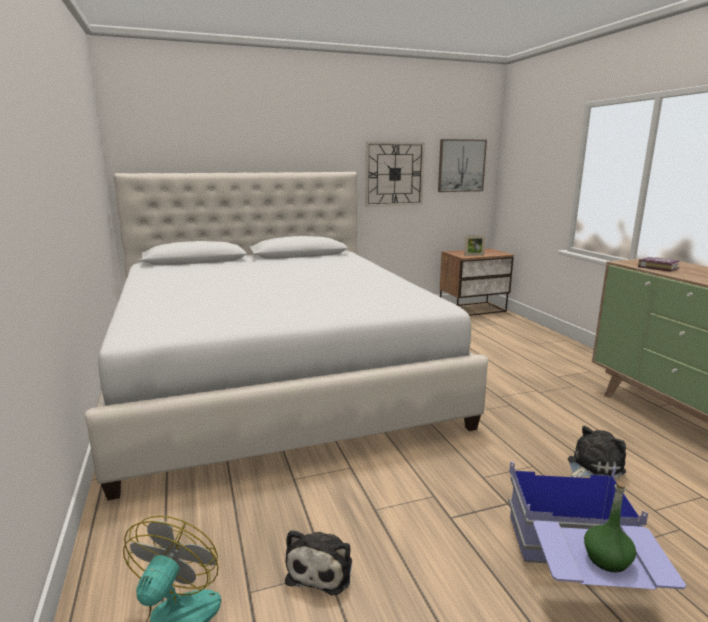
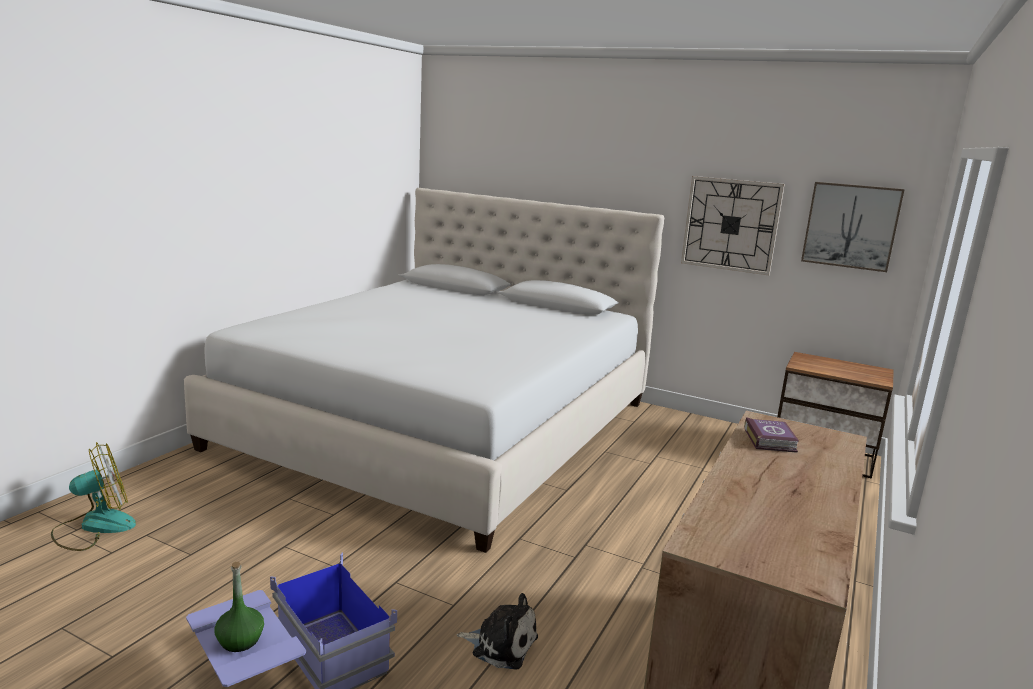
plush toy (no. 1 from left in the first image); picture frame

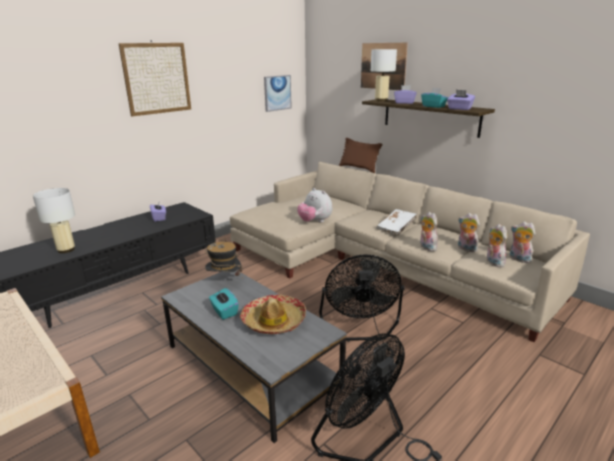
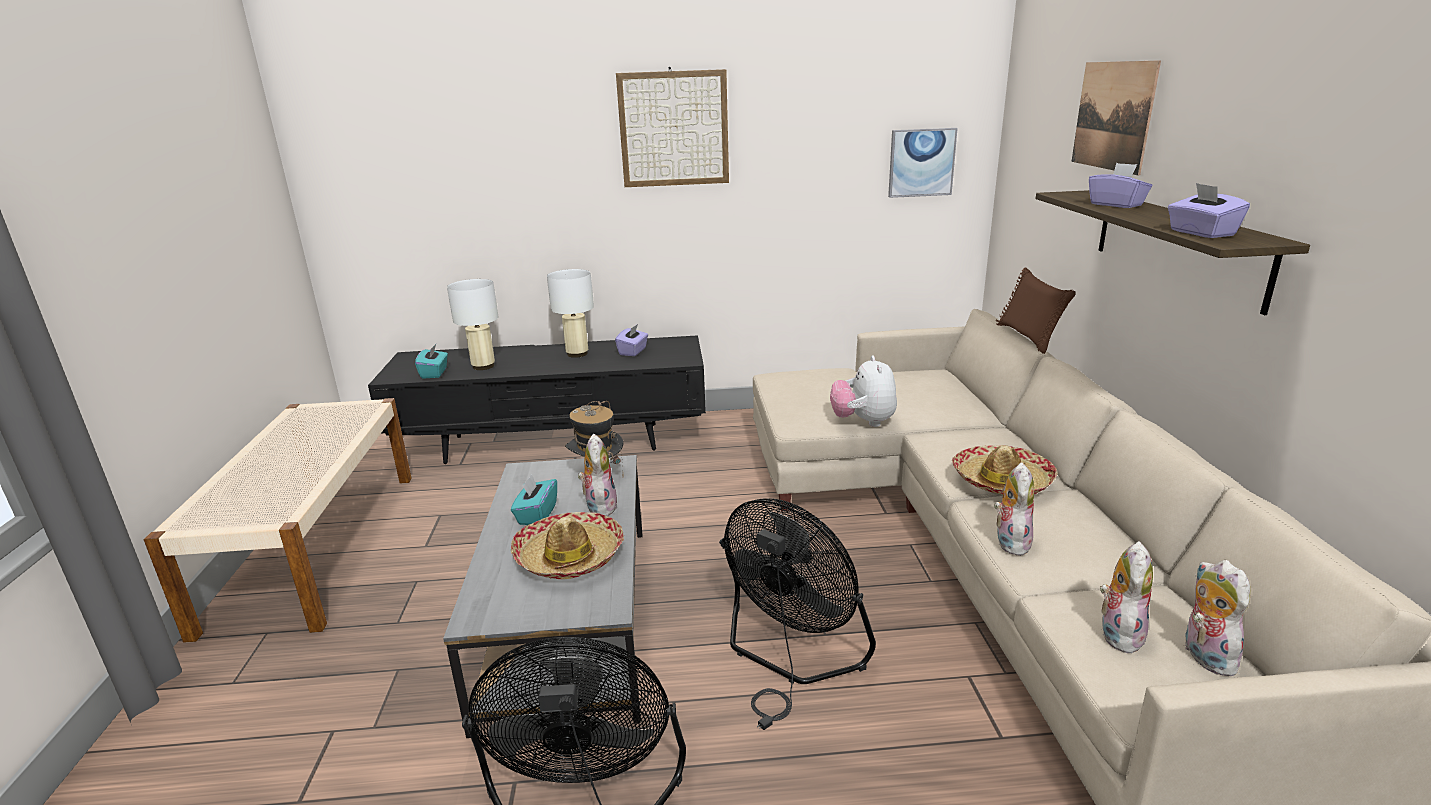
white table lamp (no. 2 from left); hat (no. 3 from left); turquoise tissue box (no. 1 from left); plush toy (no. 1 from left)

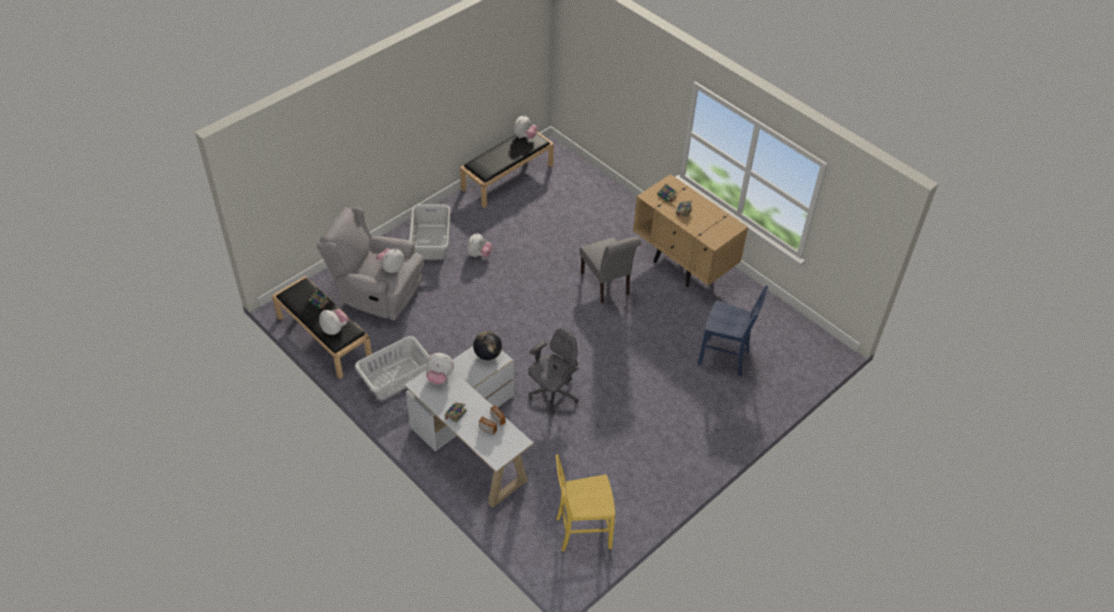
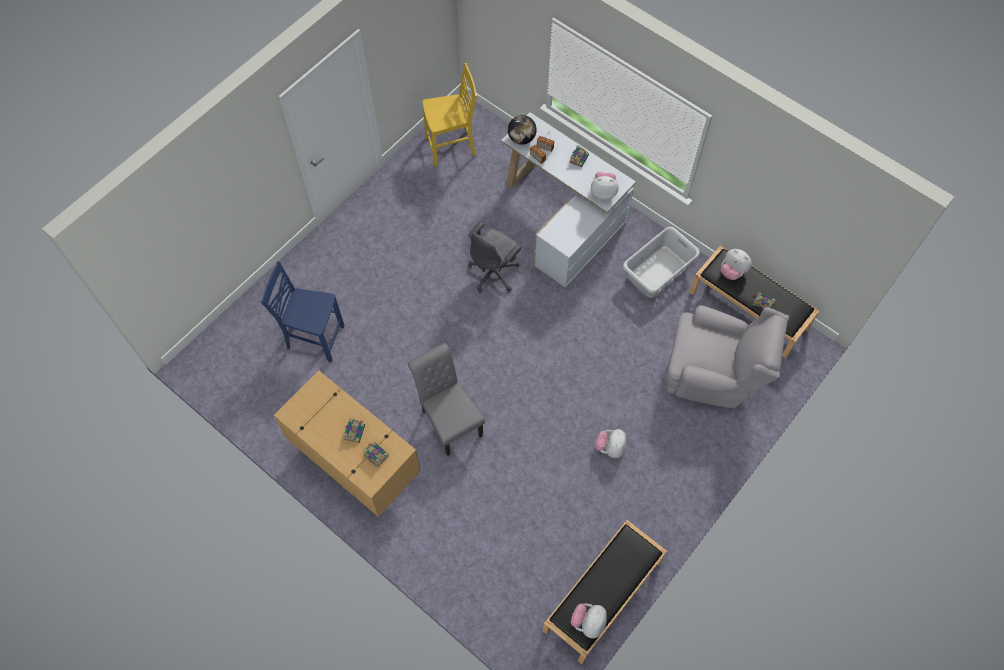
plush toy (no. 2 from left in the first image); grey laundry basket (no. 2 from left in the first image); globe

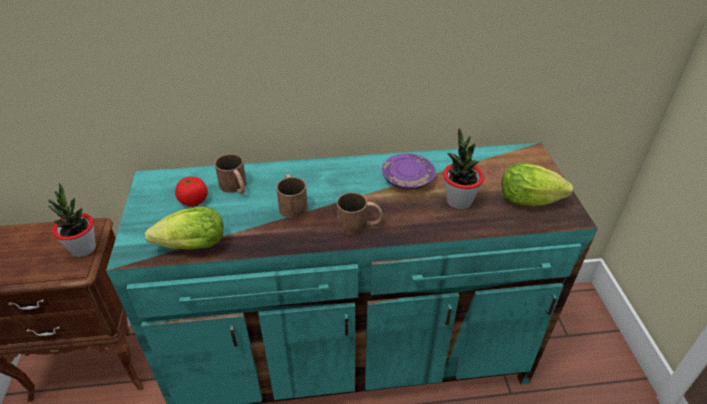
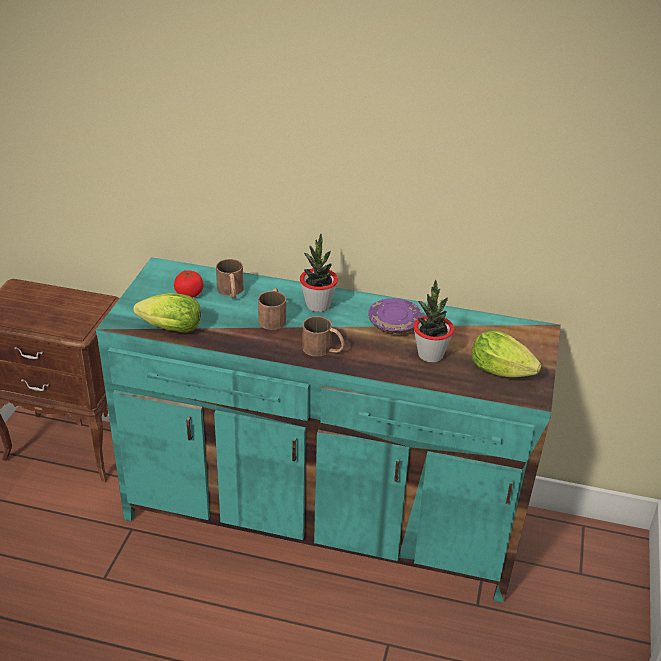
potted plant (no. 1 from left)

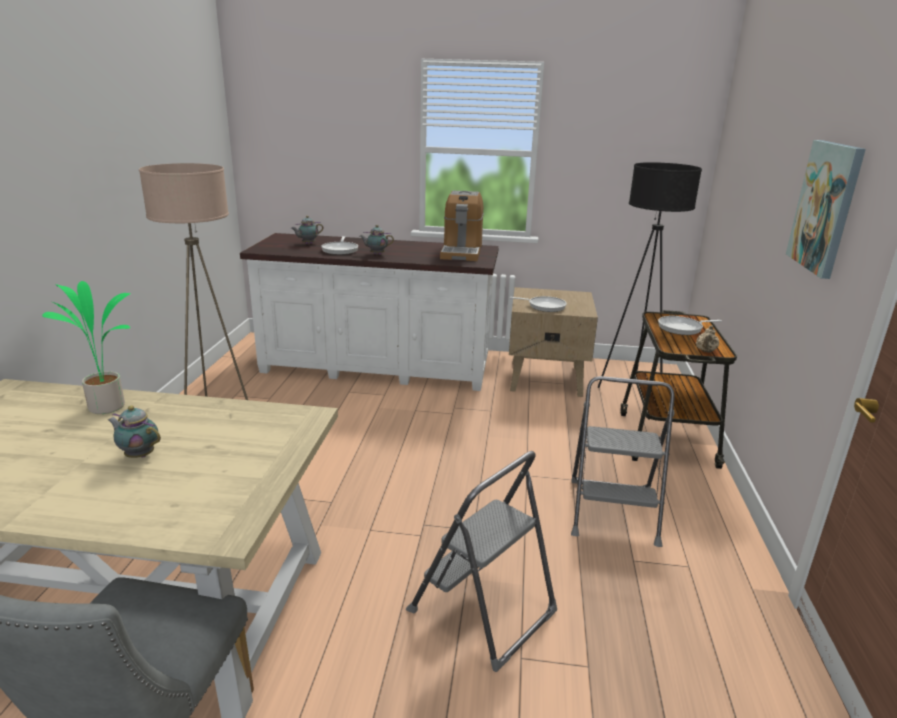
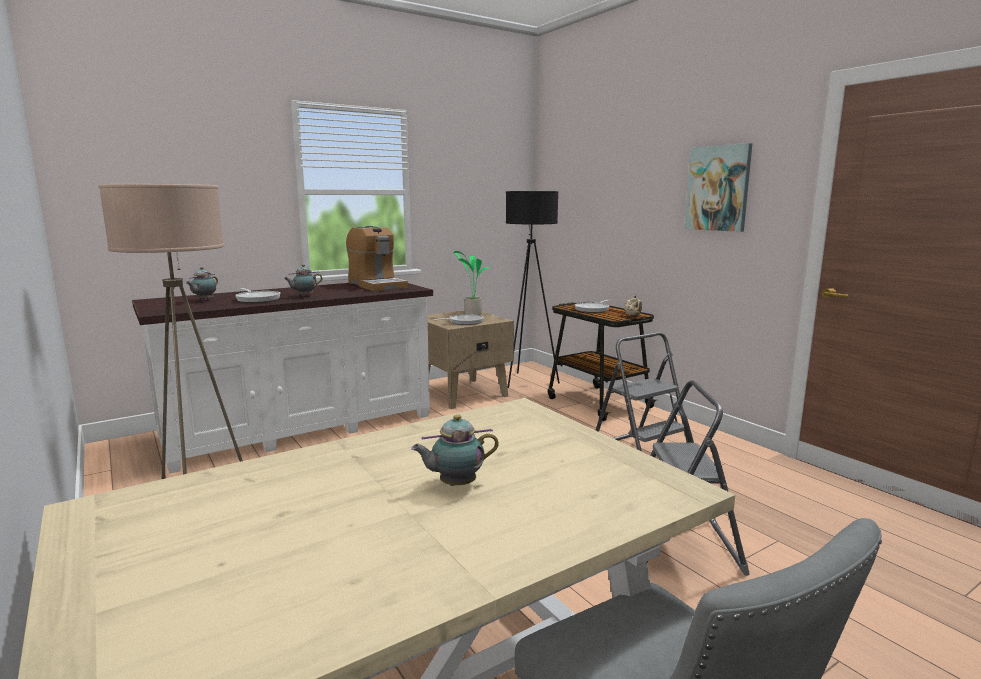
potted plant

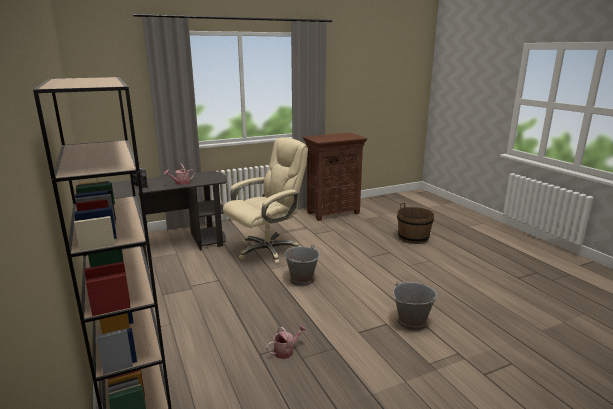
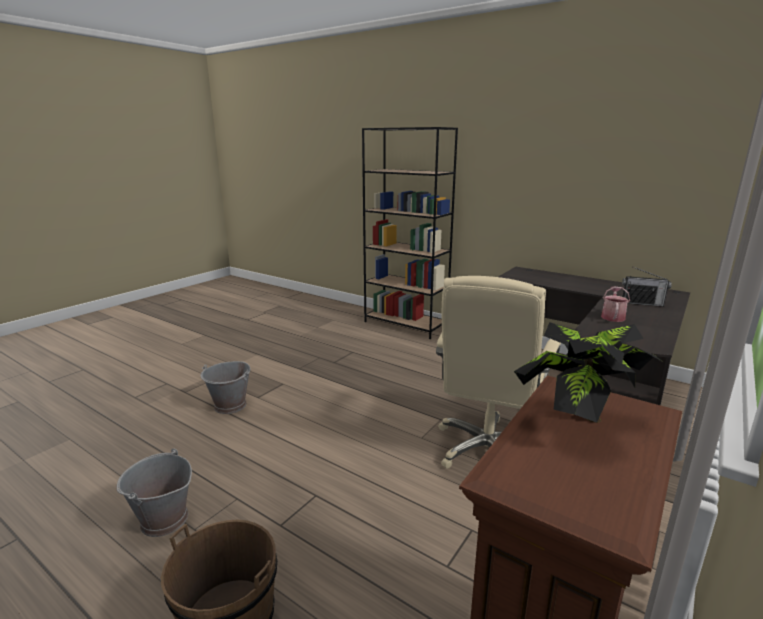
watering can (no. 2 from left in the first image); grey bucket (no. 1 from left); potted plant

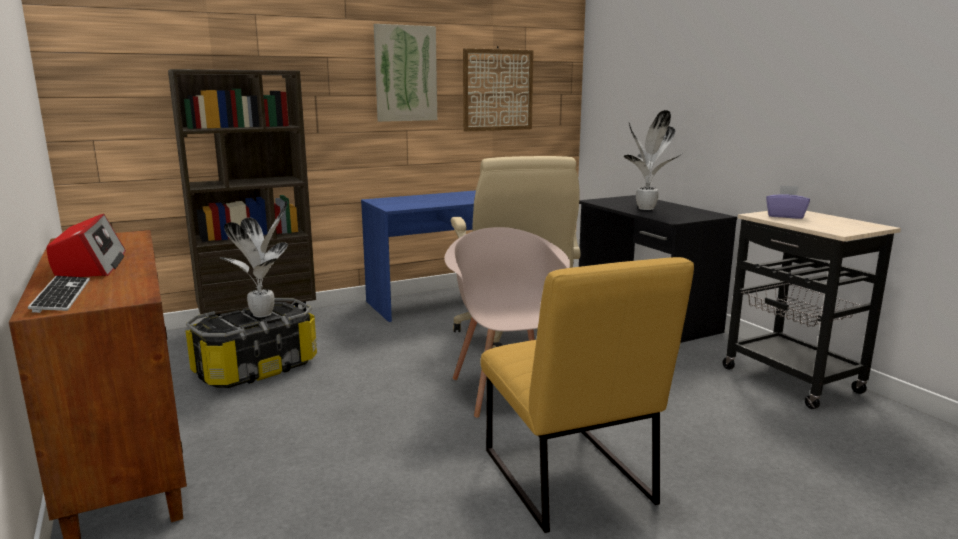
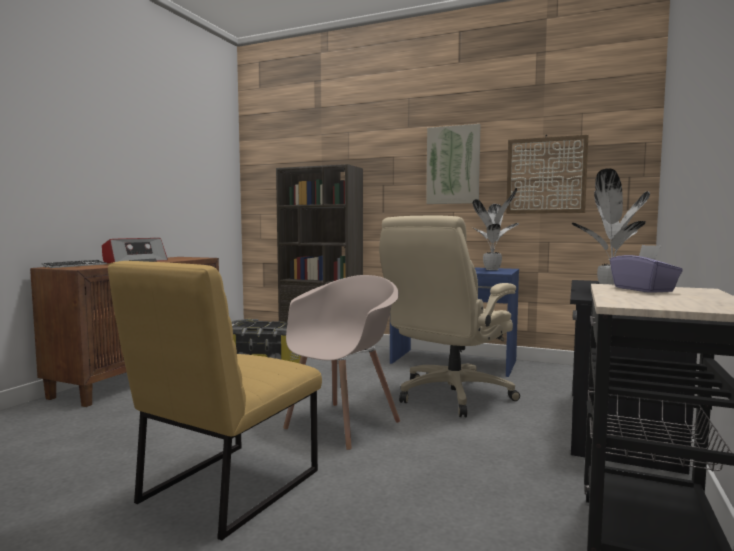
potted plant (no. 1 from left)

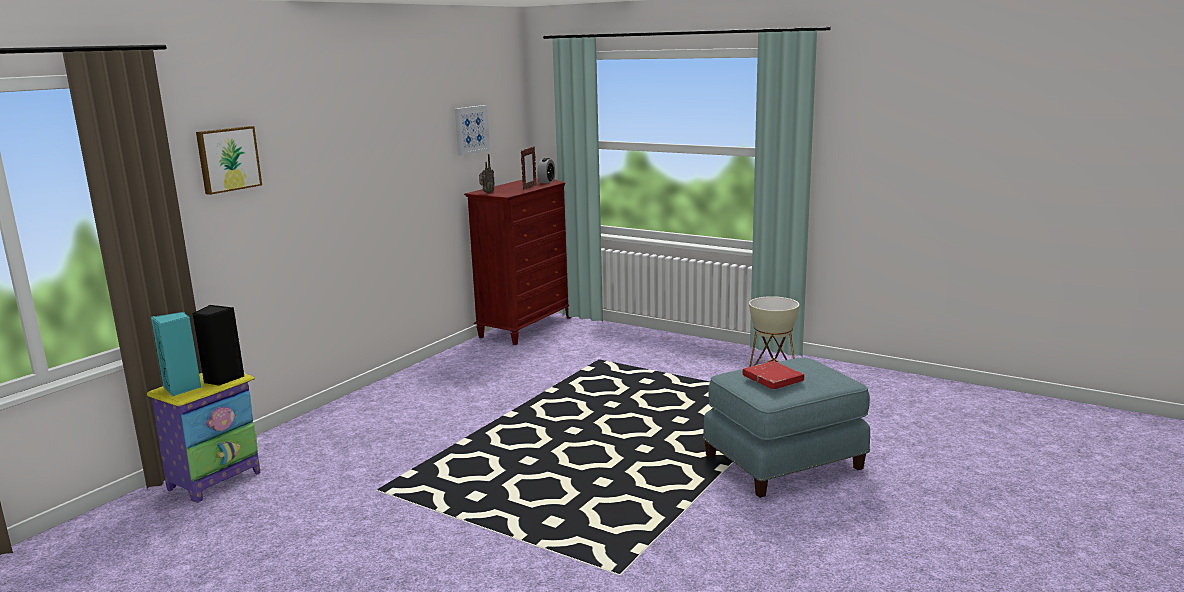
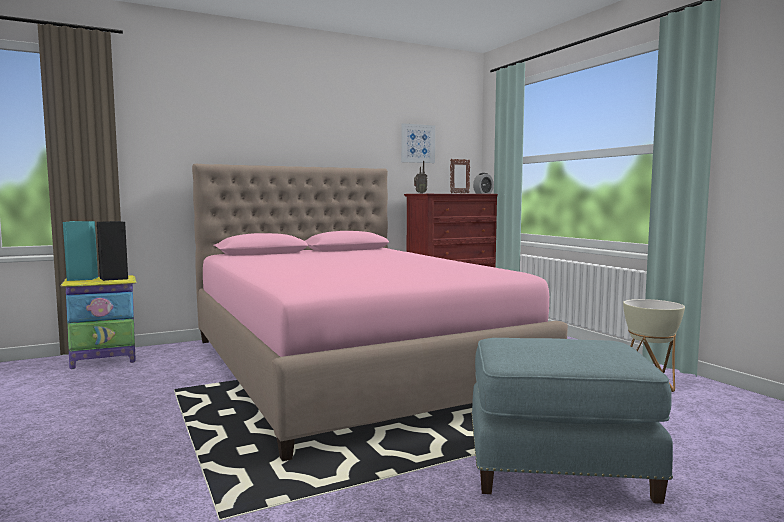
picture (no. 1 from left in the first image); red book; pink bed

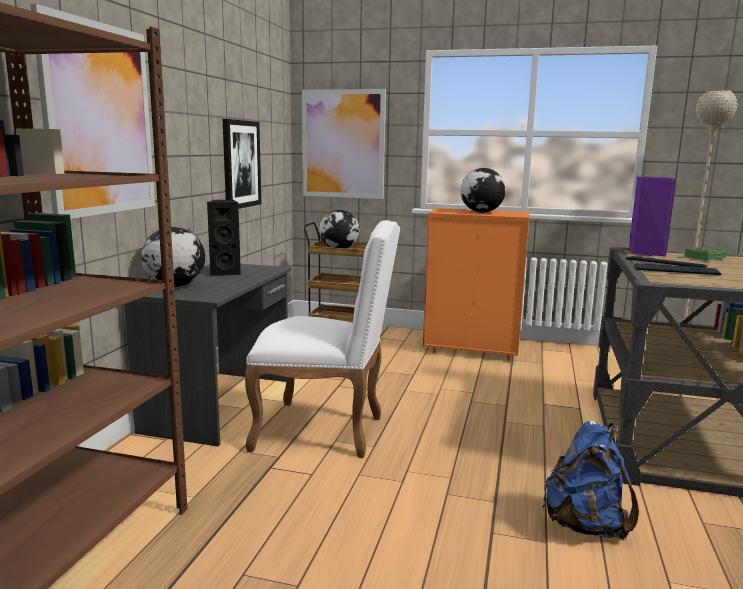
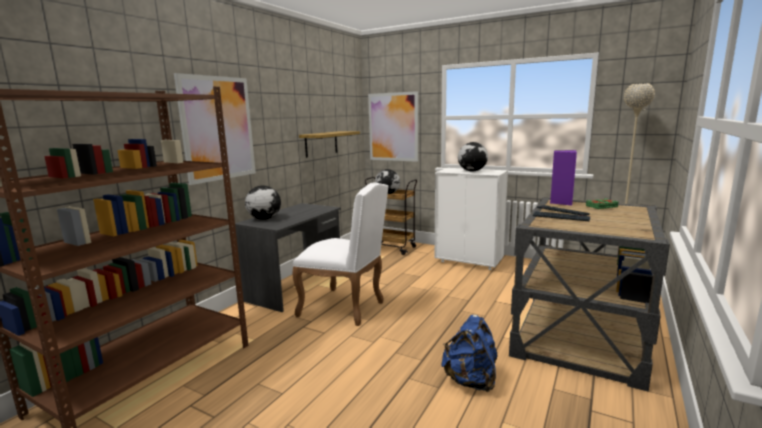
black speaker; shelf; white cabinet

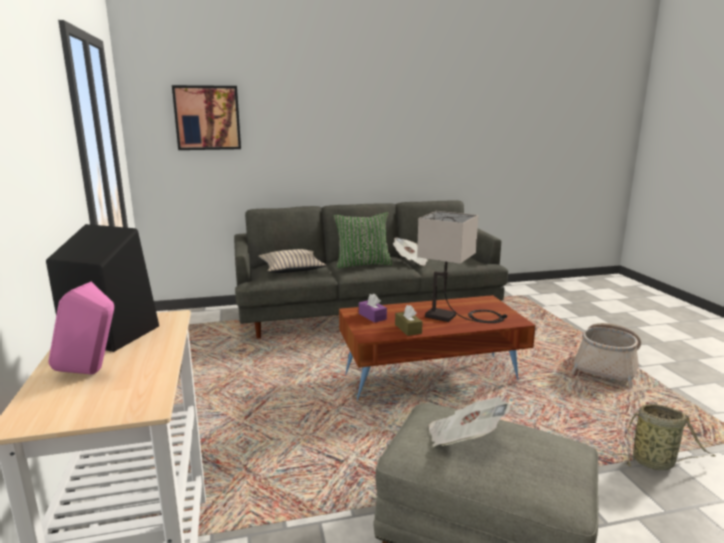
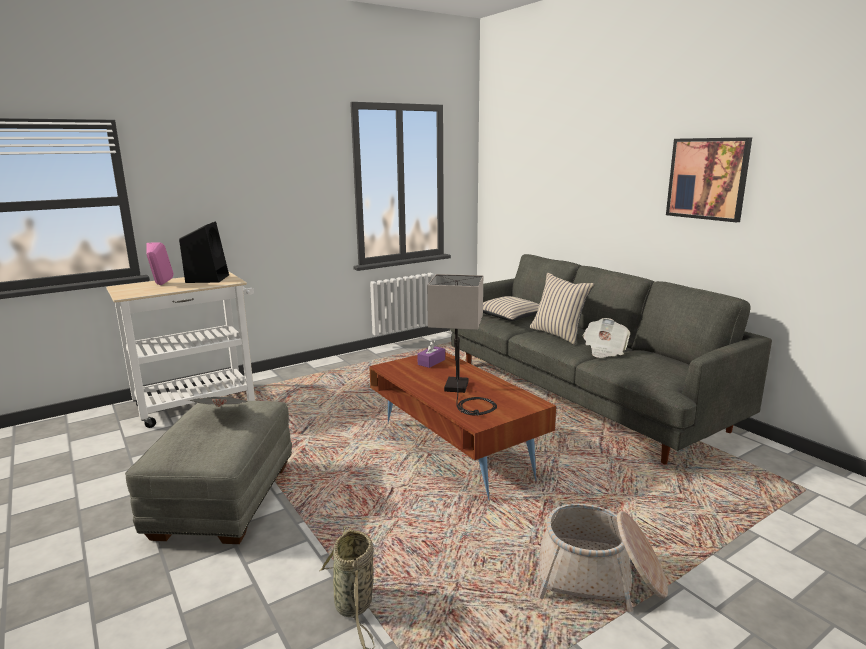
picture; beige pillow (no. 2 from left); brown tissue box

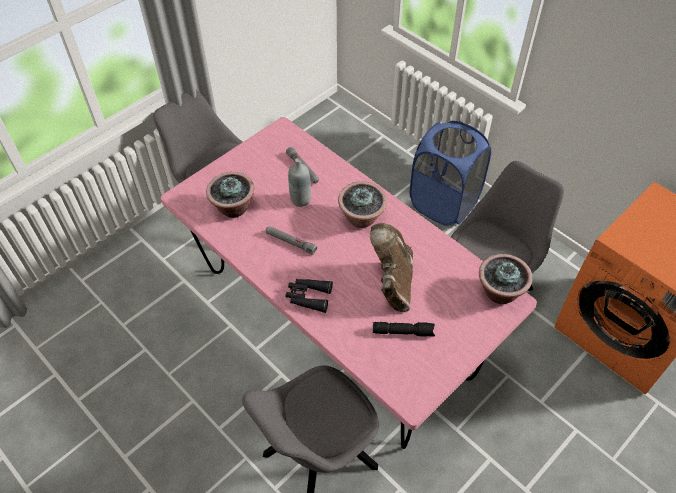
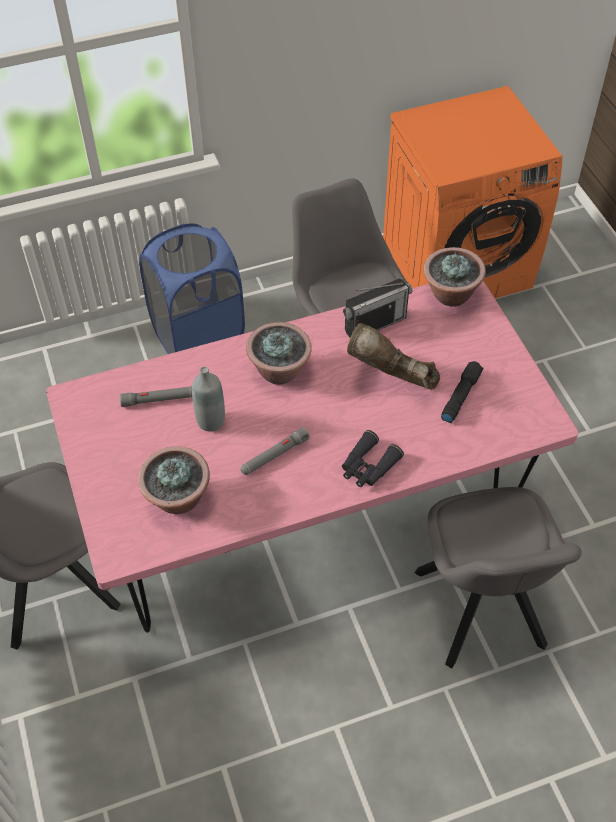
radio

